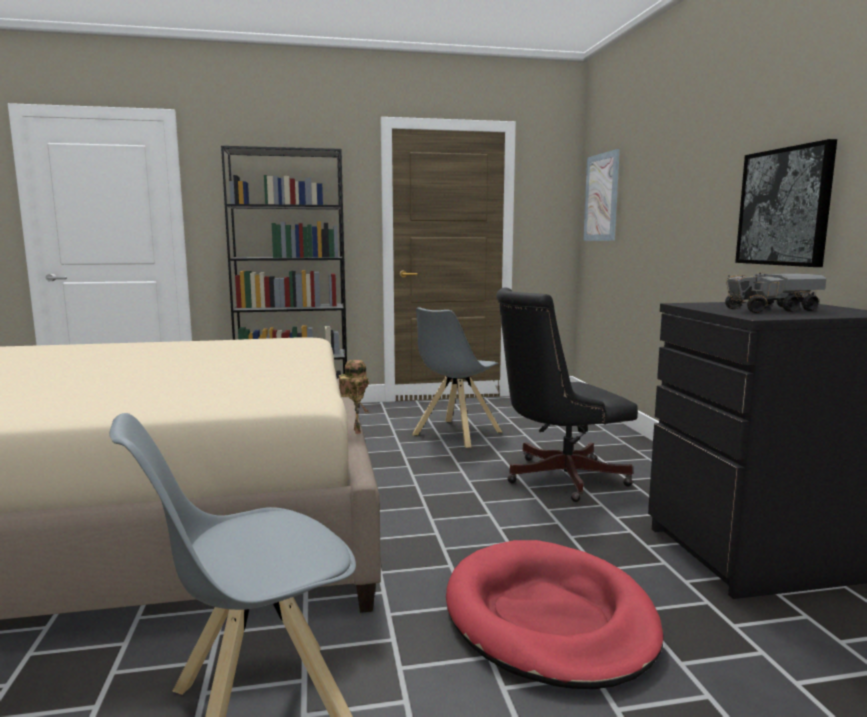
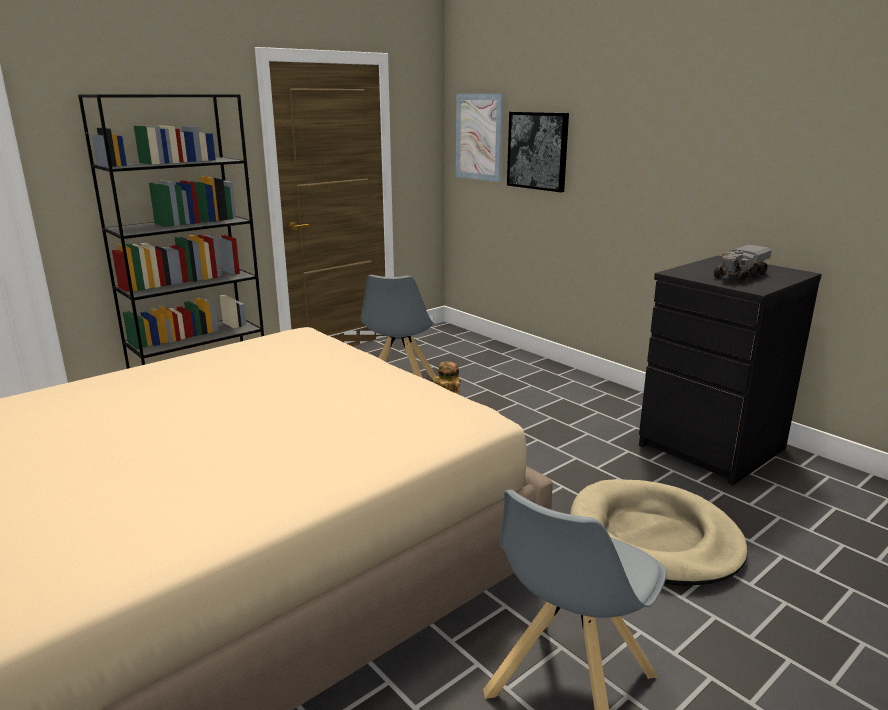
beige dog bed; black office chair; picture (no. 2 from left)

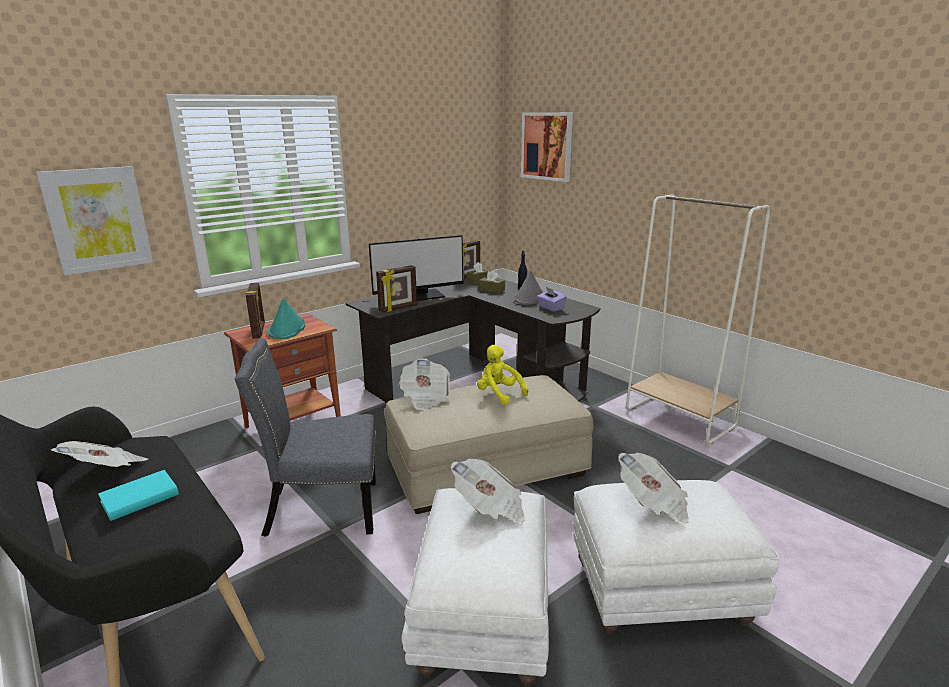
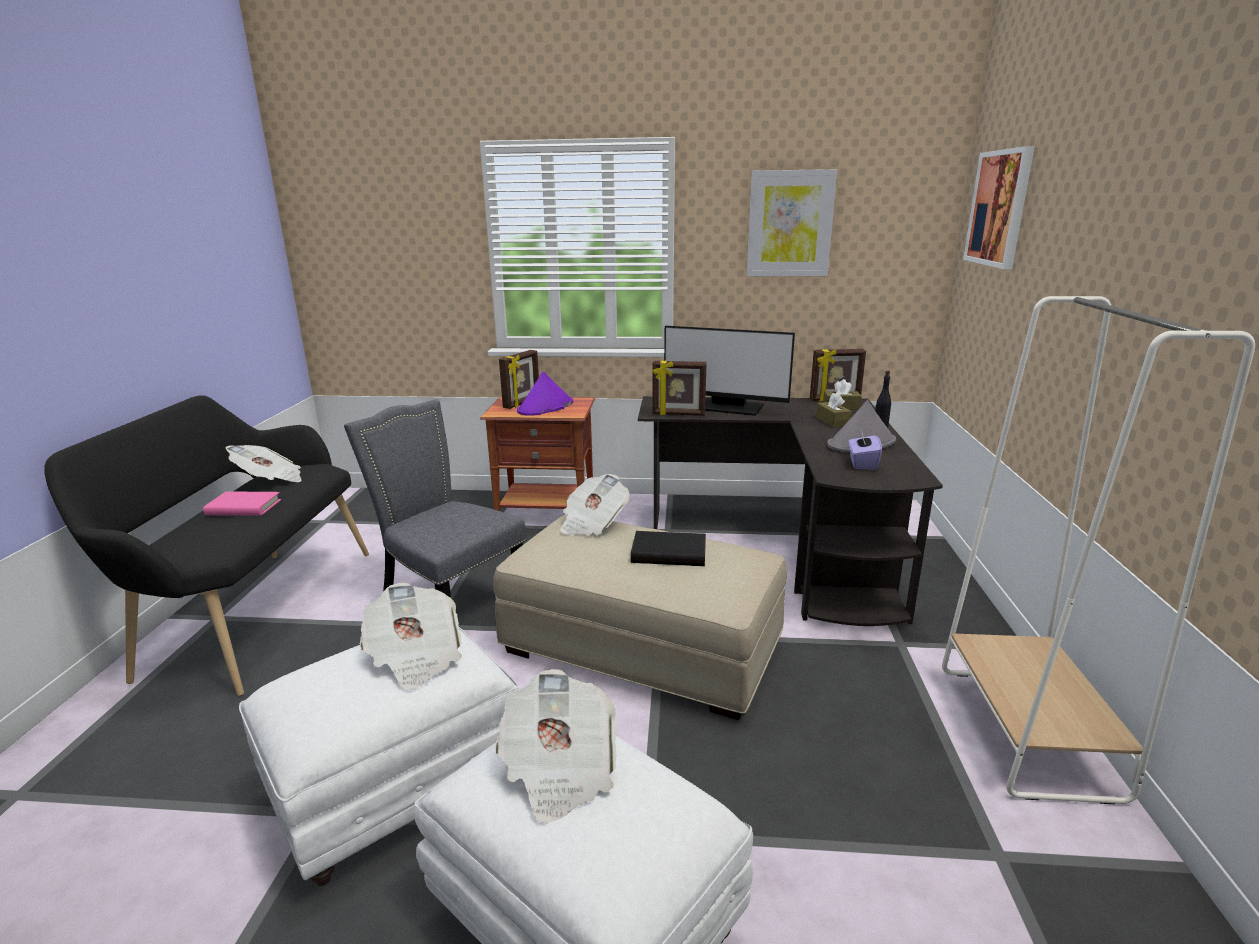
picture (no. 1 from left); pink book; purple hat; black book

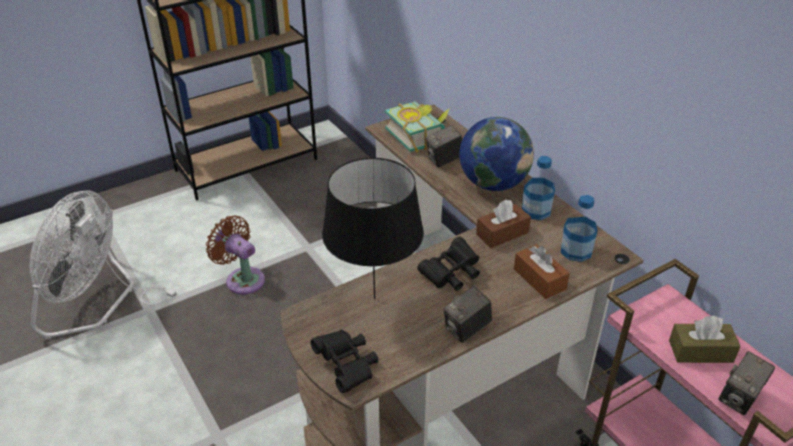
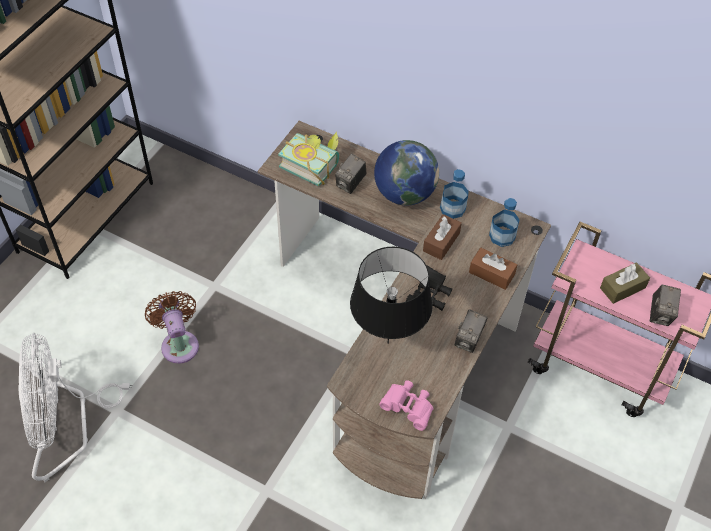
brown fan; pink binoculars

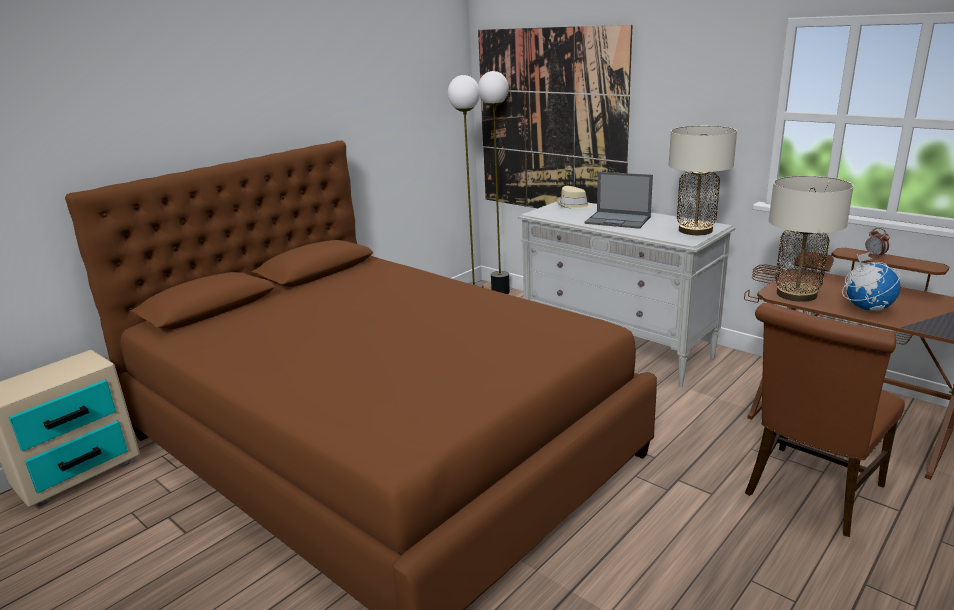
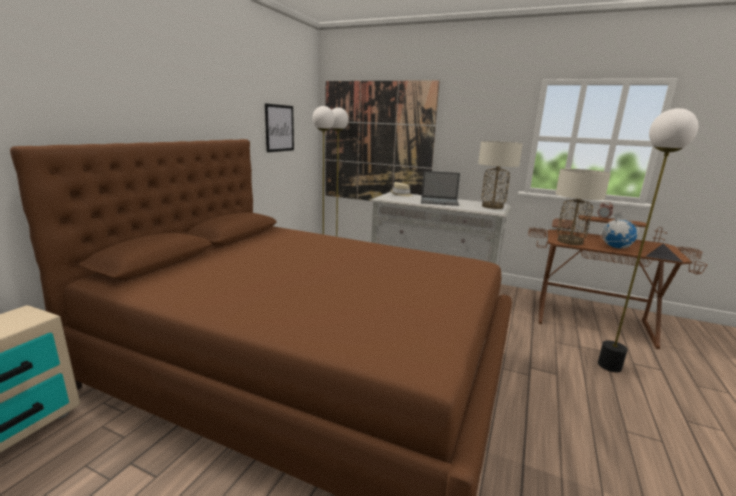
floor lamp (no. 3 from left); picture (no. 1 from left)

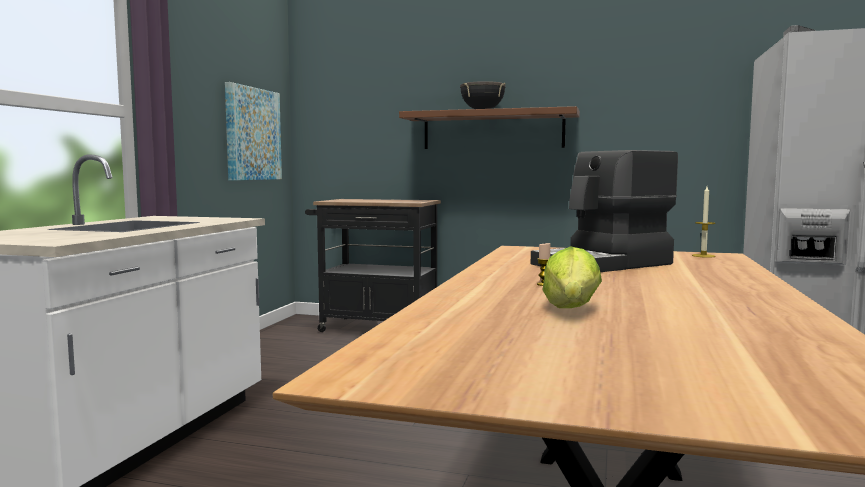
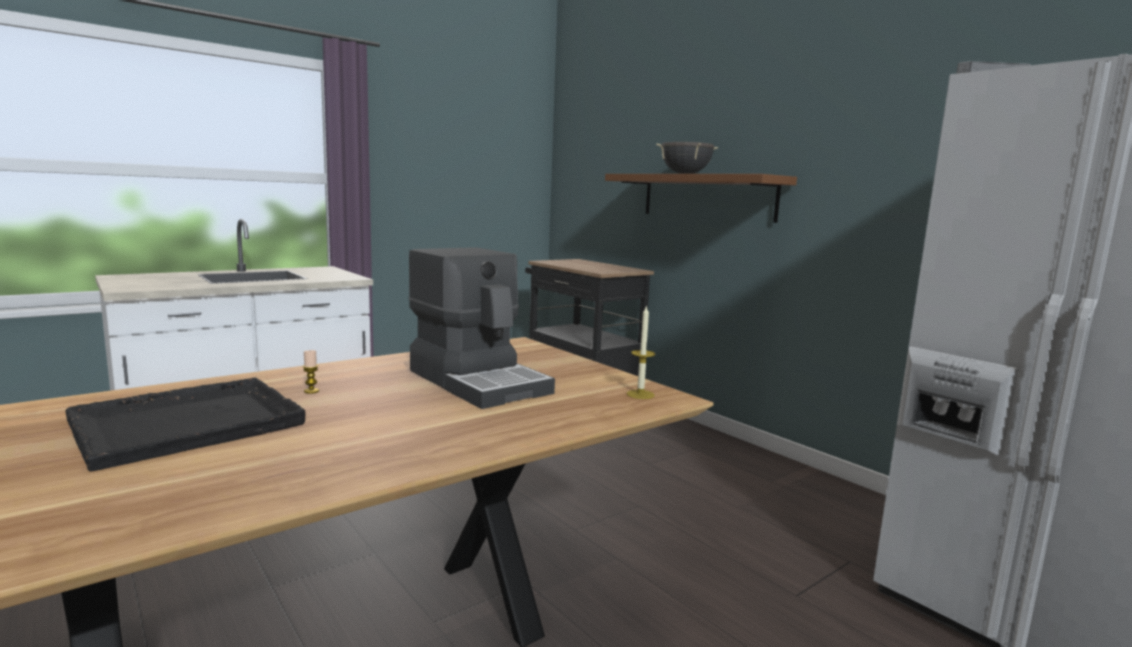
picture; coffee machine; black tray

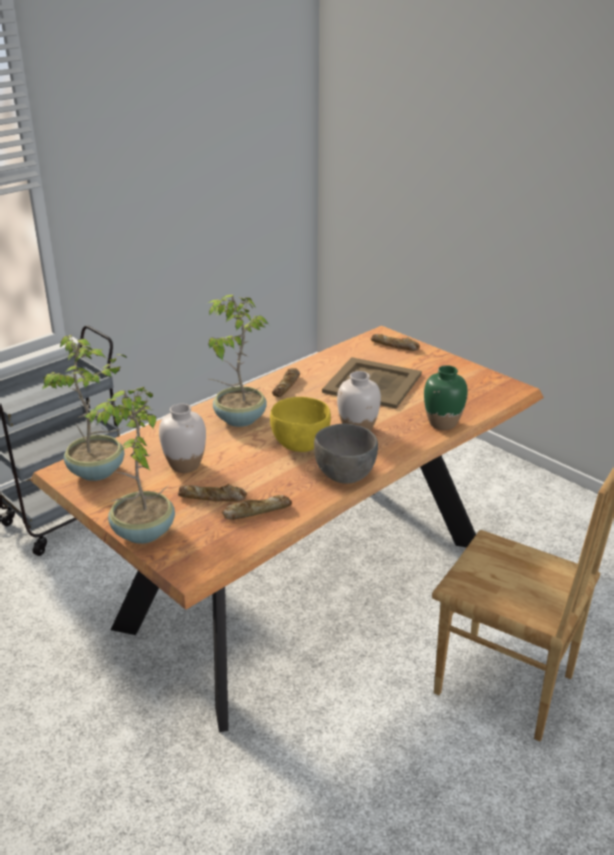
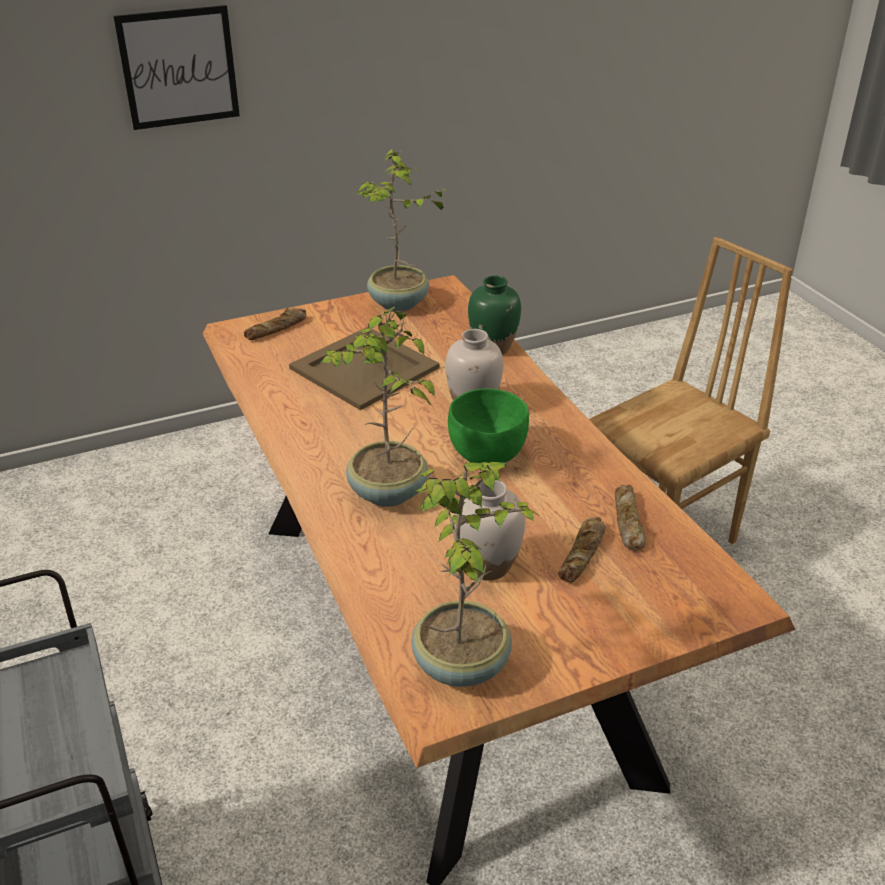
potted plant (no. 2 from left); green bowl; bread (no. 3 from left in the first image); grey bowl; picture

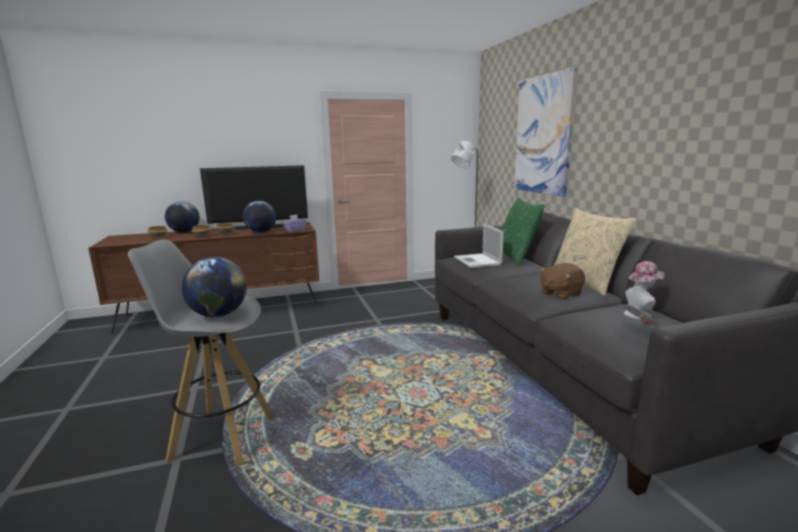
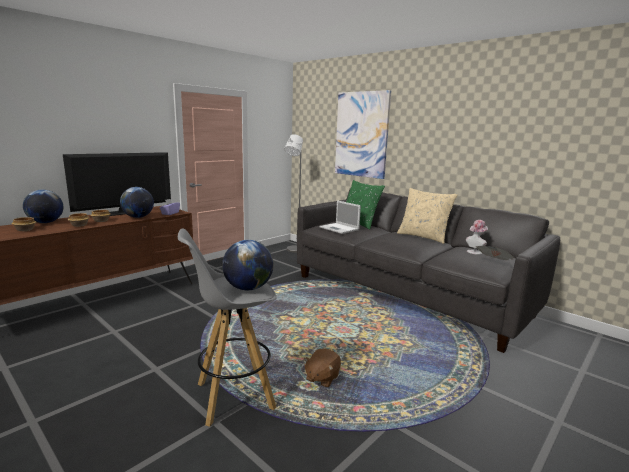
brown plush toy

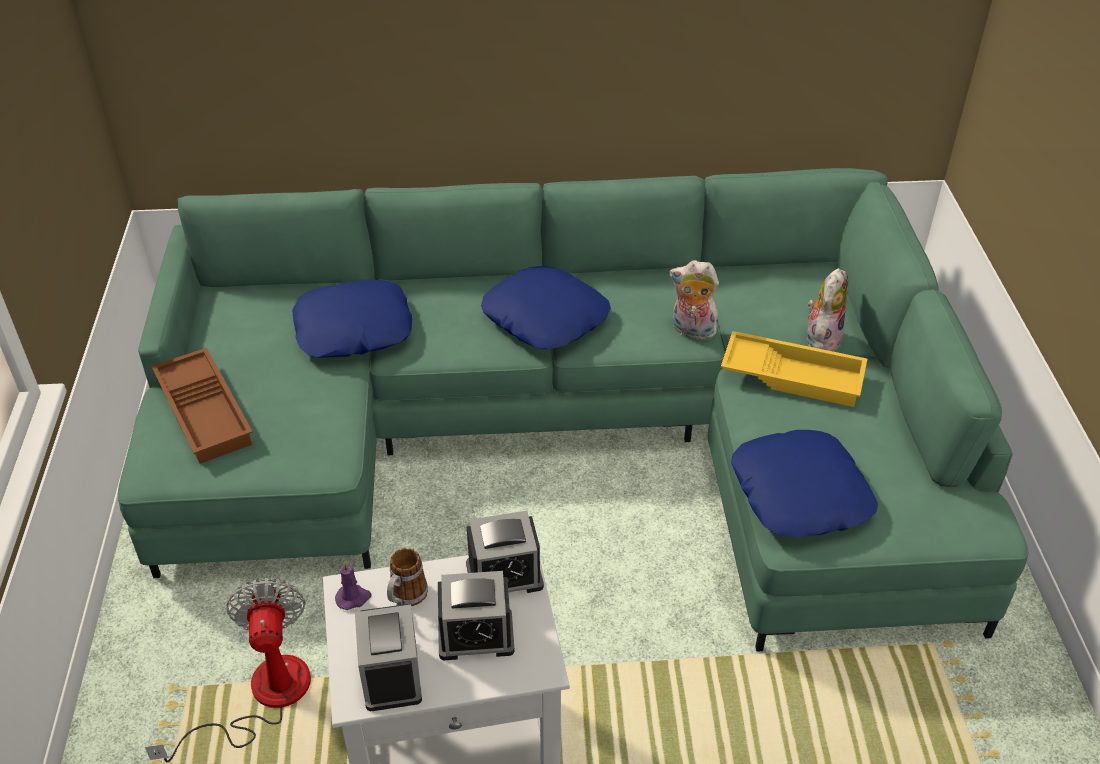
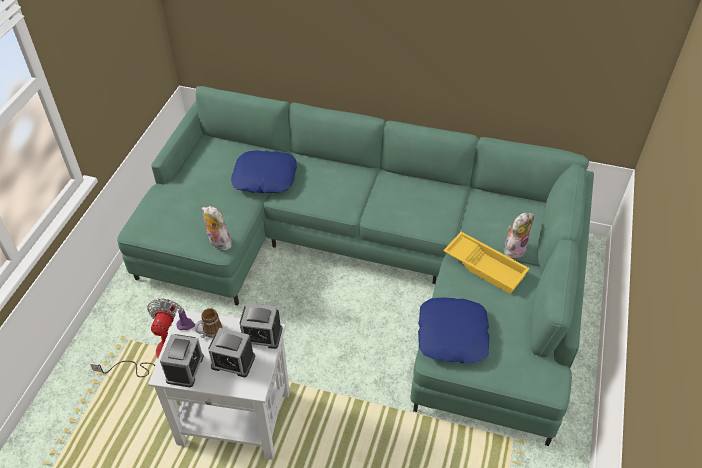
brown tray; blue pillow (no. 2 from left in the first image); plush toy (no. 1 from left)

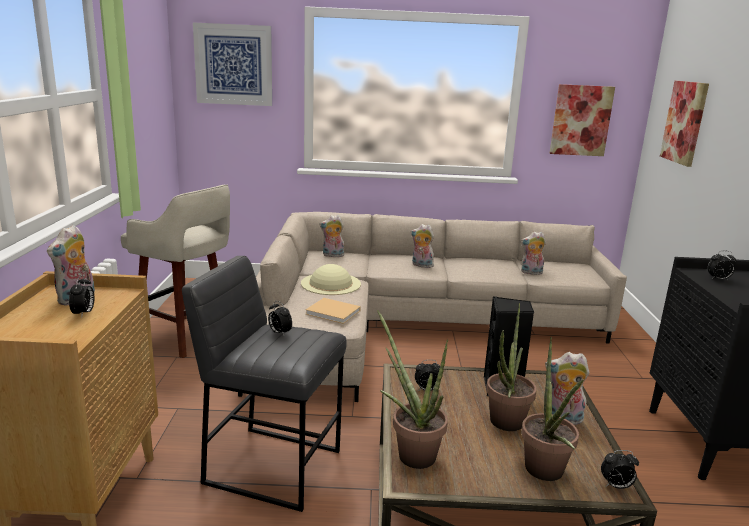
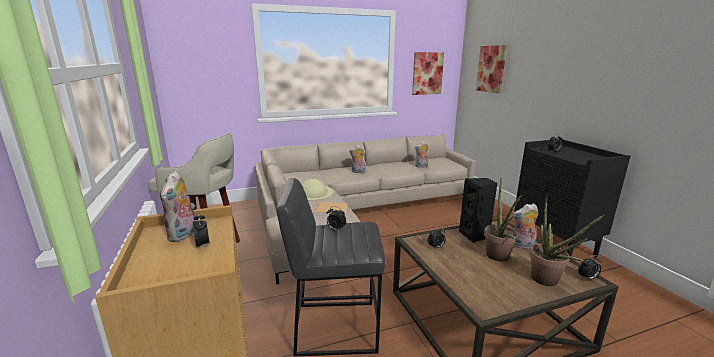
picture (no. 1 from left in the first image); plush toy (no. 2 from left in the first image); potted plant (no. 1 from left in the first image)

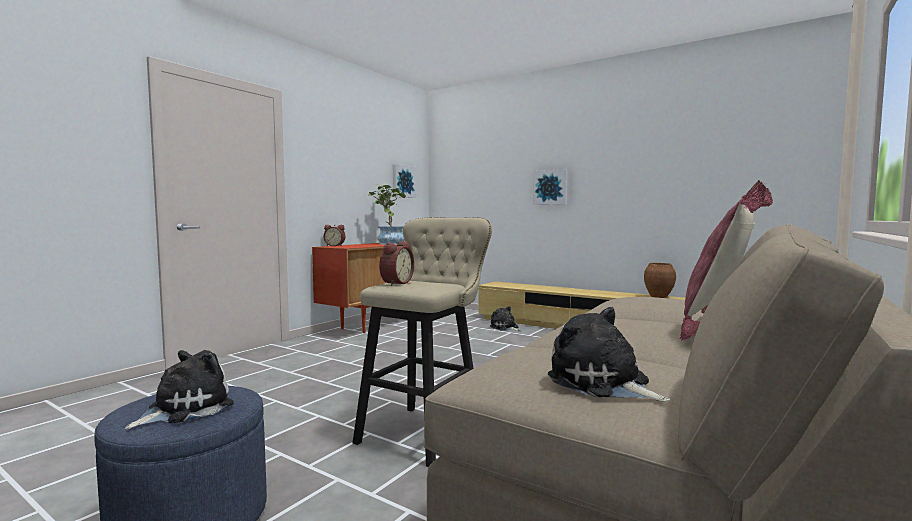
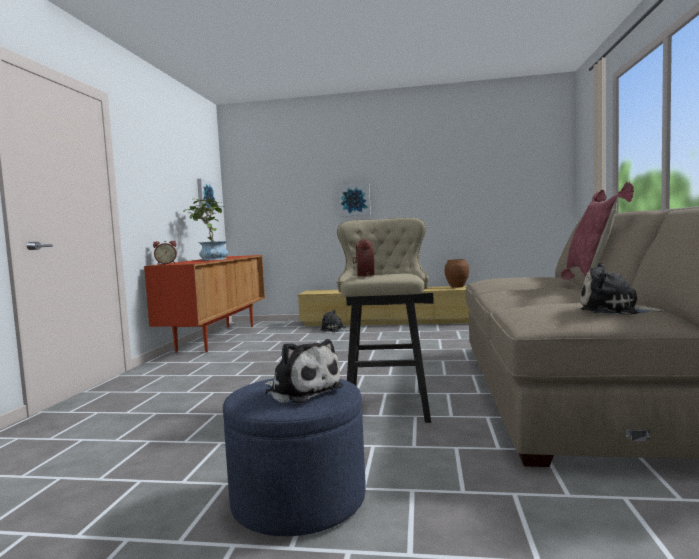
plush toy (no. 1 from left)

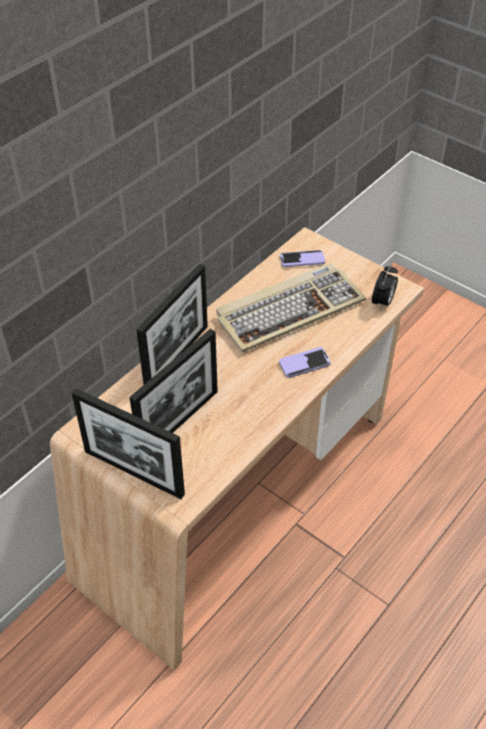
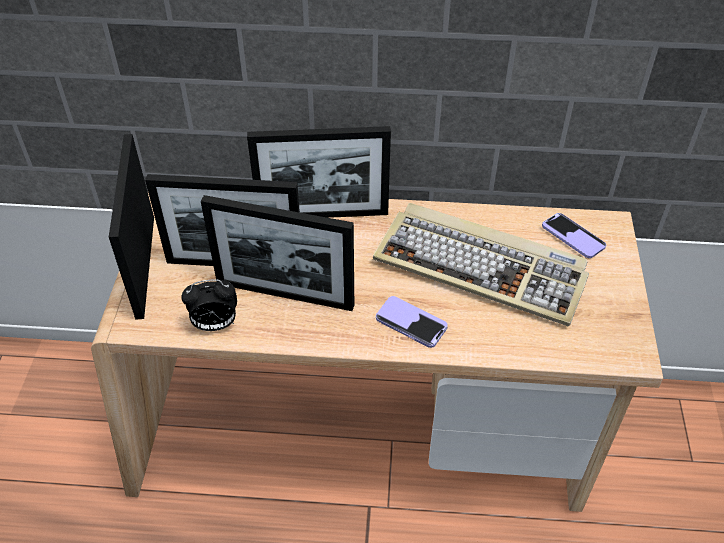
alarm clock; picture frame (no. 3 from left)

